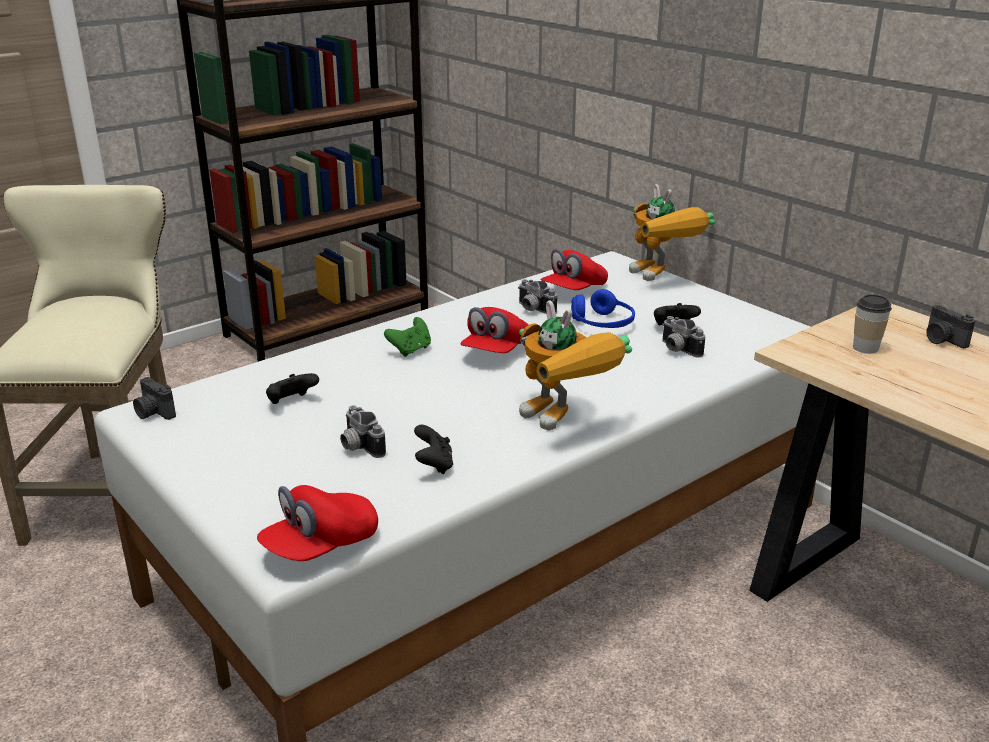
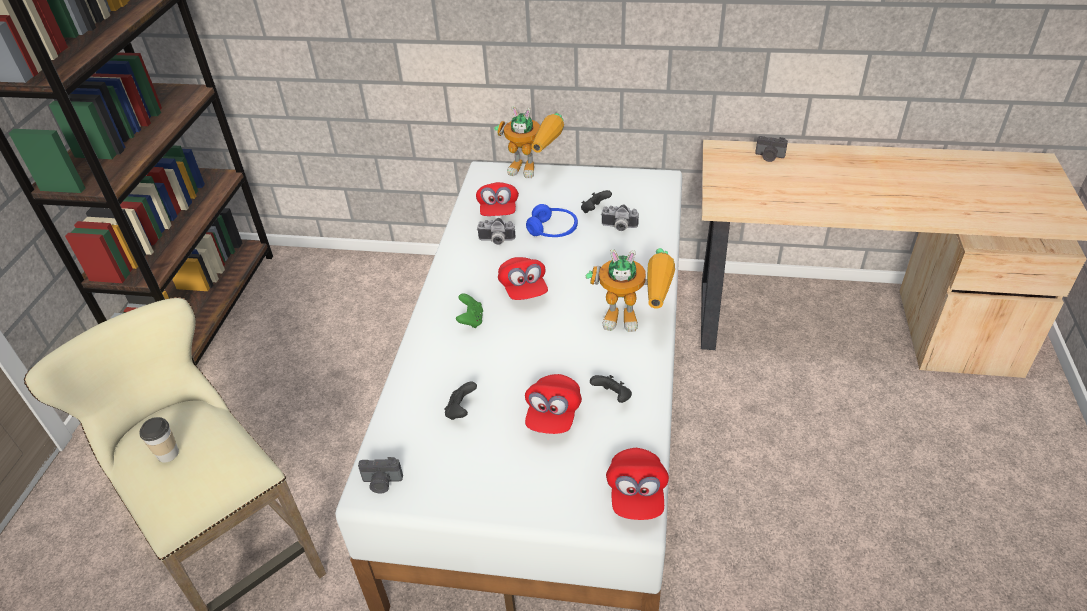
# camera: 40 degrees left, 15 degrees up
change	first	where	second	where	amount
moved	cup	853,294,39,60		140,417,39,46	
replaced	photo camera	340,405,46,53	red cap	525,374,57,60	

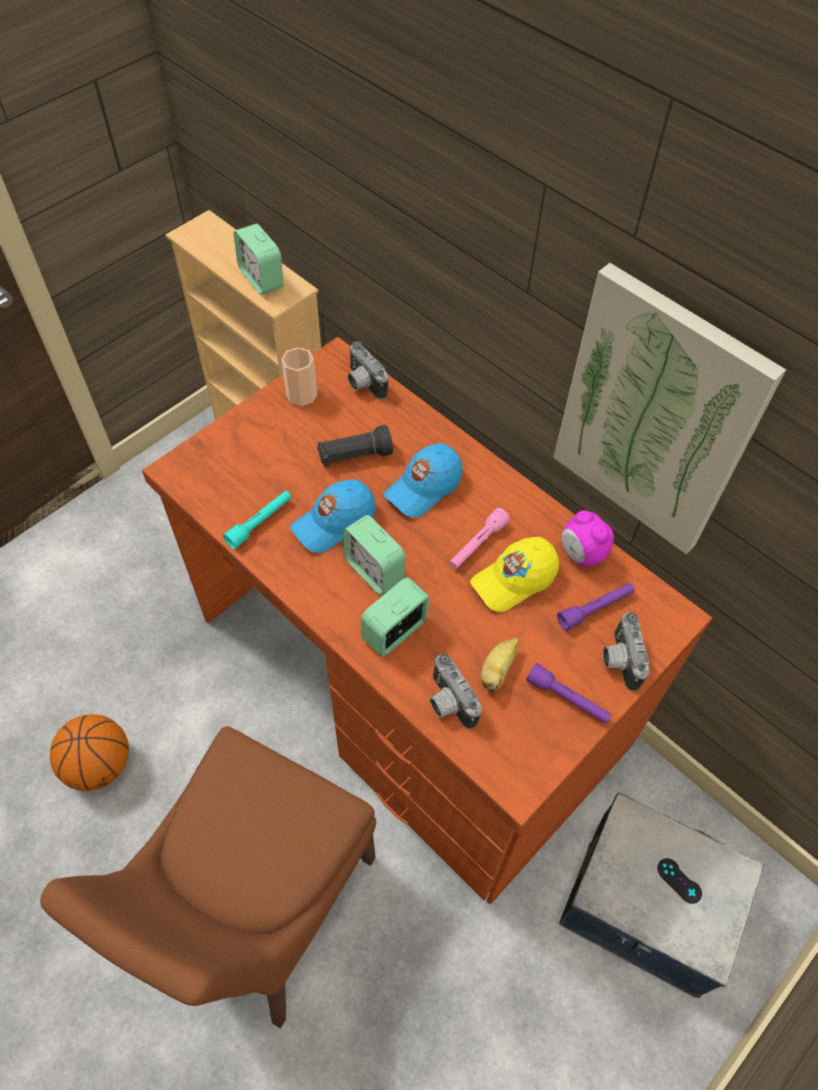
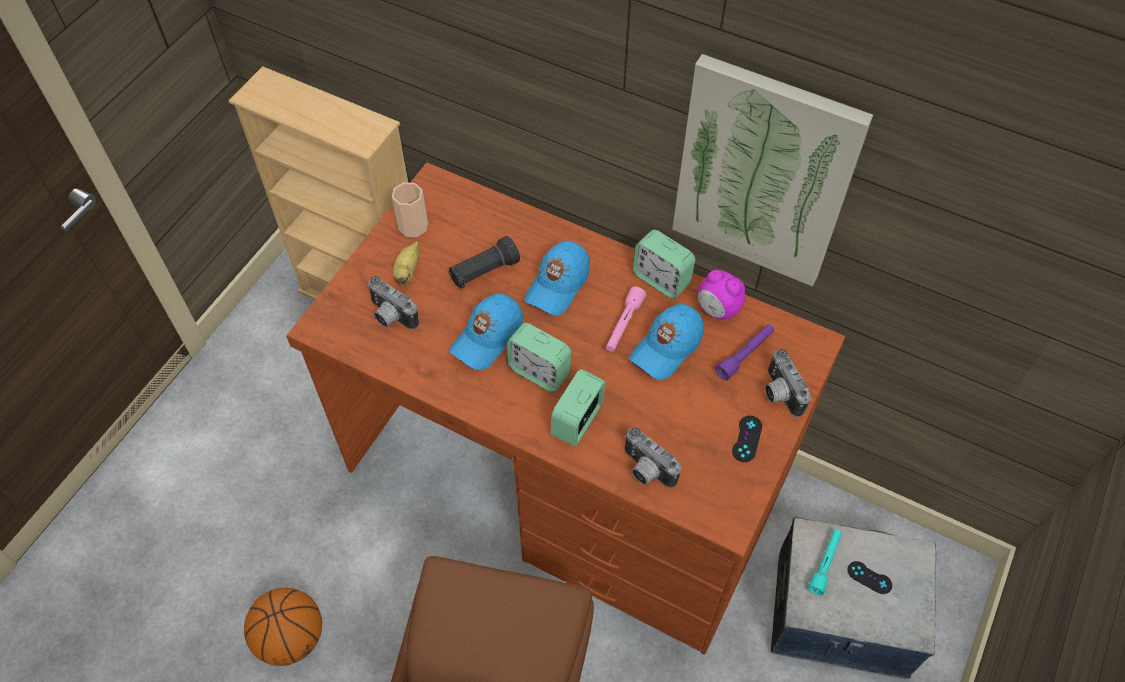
# camera: 15 degrees left, 0 degrees up
change	first	where	second	where	amount
moved	turquoise flashlight	223,491,69,58		808,529,34,66	
moved	alarm clock	234,224,50,71		633,230,62,69	
moved	photo camera	348,341,41,59		367,276,52,54	
moved	banana	481,638,38,54		393,241,26,45	
replaced	purple flashlight	526,663,86,61	black game controller	732,416,30,46	
recoloured	yellow cap	470,537,89,75	blue cap	629,303,75,77	

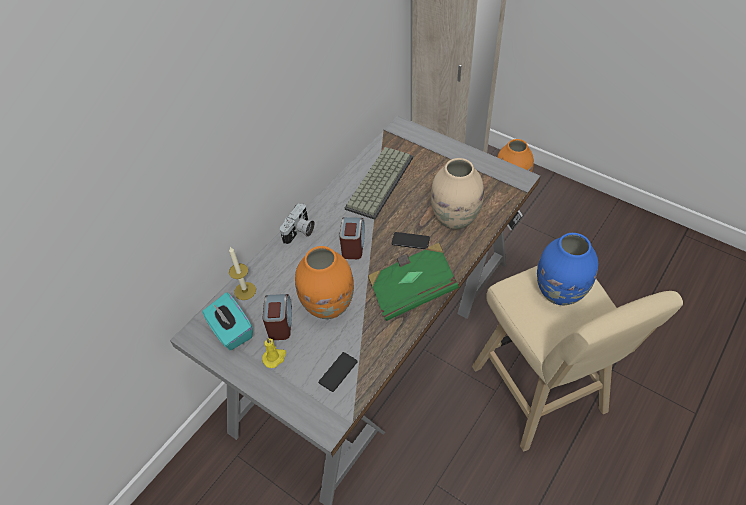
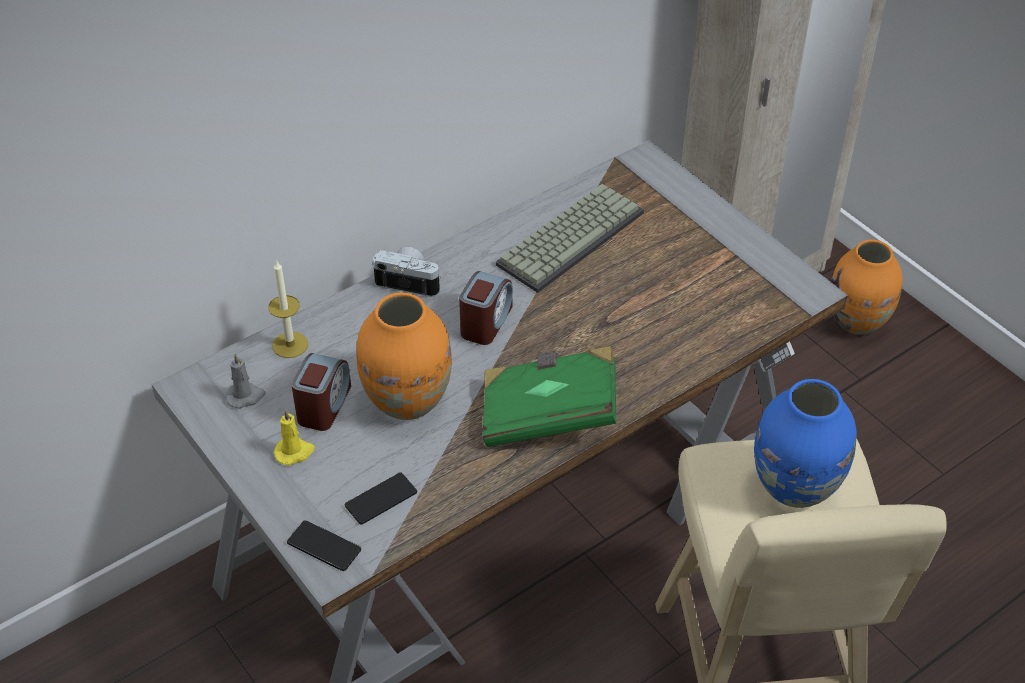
# camera: 15 degrees right, 5 degrees down
change	first	where	second	where	amount
removed	beige vase	431,158,53,71			
moved	phone	392,232,38,17		287,520,74,51	
replaced	turquoise tissue box	202,293,51,57	grey candle	225,353,40,56	
turned	photo camera	280,203,35,42		372,247,69,50	120 degrees counterclockwise

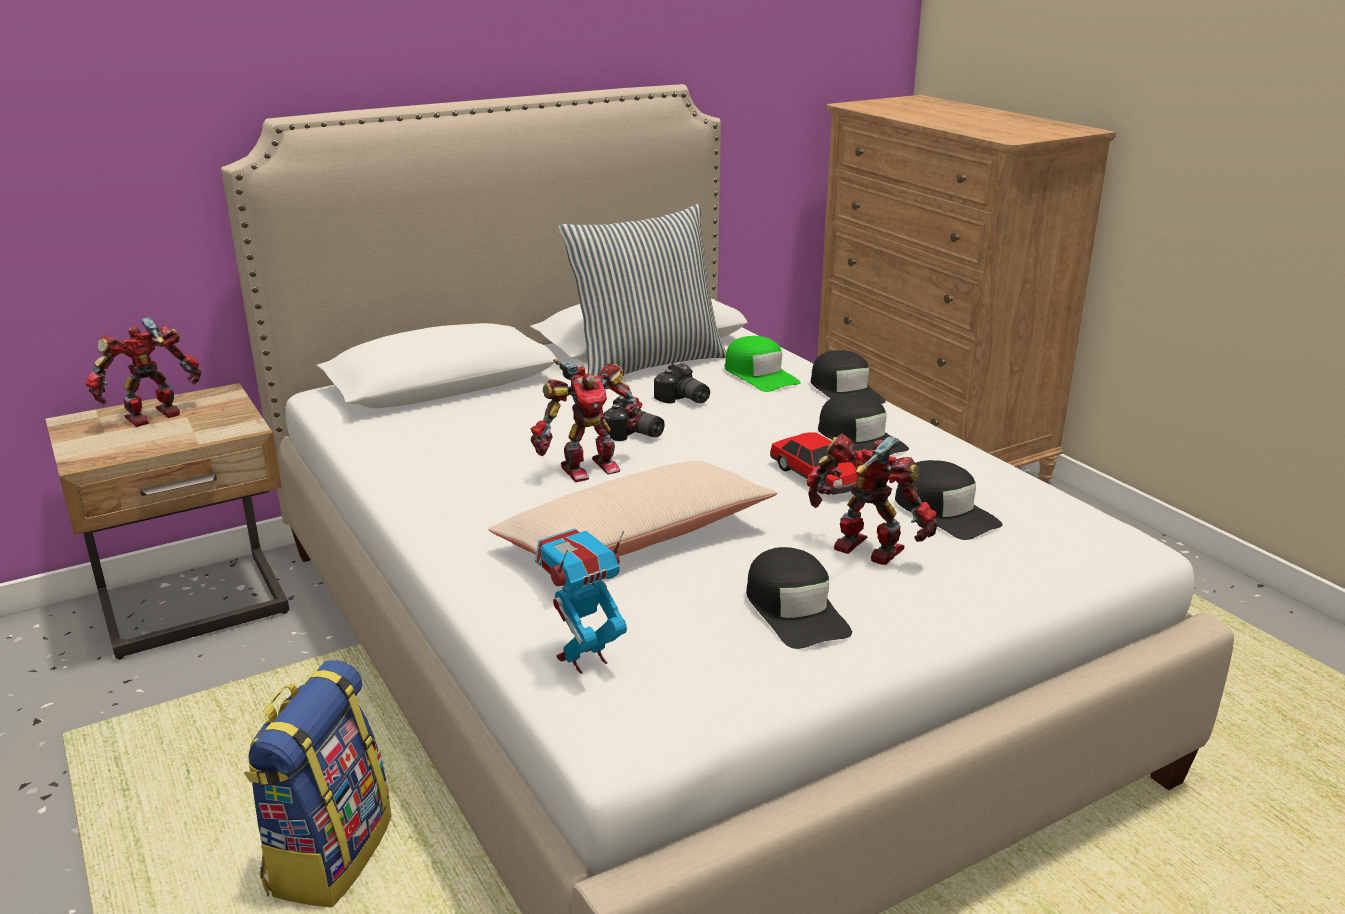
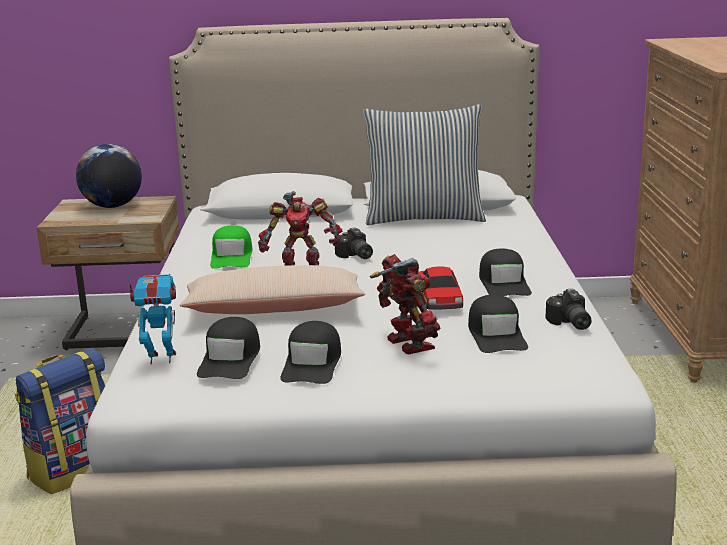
# camera: 30 degrees right, 5 degrees down
change	first	where	second	where	amount
moved	photo camera	654,362,56,41		545,289,46,41	
moved	green cap	725,336,76,56		210,225,43,44	
moved	black cap	811,350,75,54		197,317,63,62	
replaced	toy robot	86,317,115,110	globe	76,144,66,64	

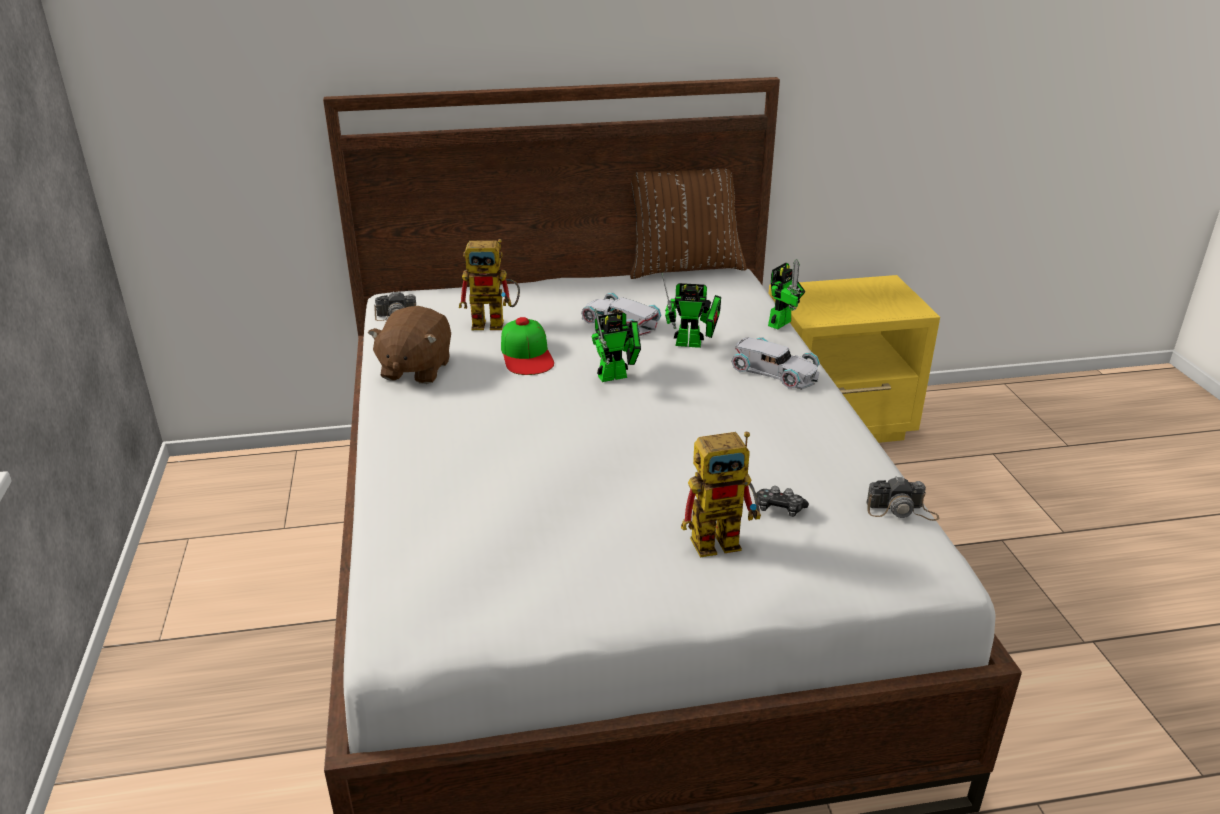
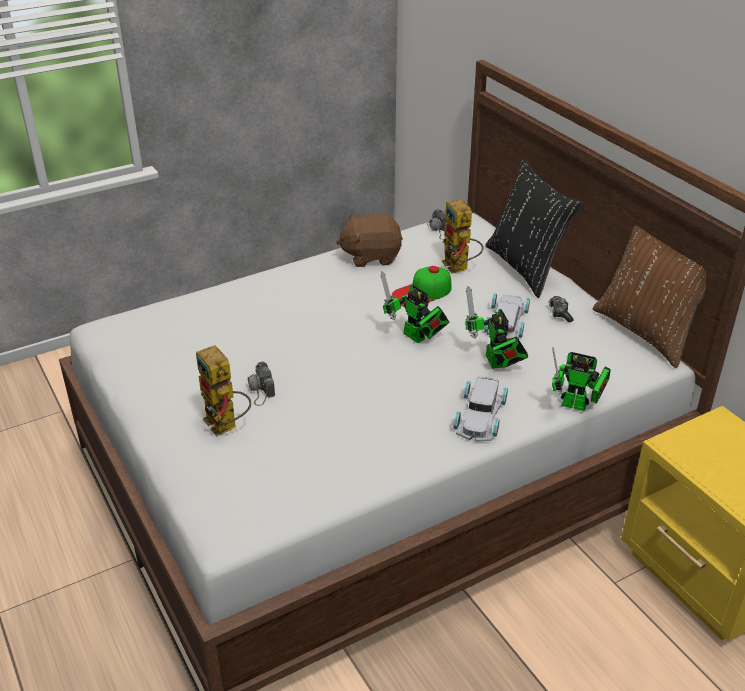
# camera: 70 degrees right, 5 degrees up
change	first	where	second	where	amount
added			black pillow	486,159,97,139	
moved	game controller	756,486,53,31		549,296,24,26	
moved	photo camera	866,476,74,45		248,362,27,44	

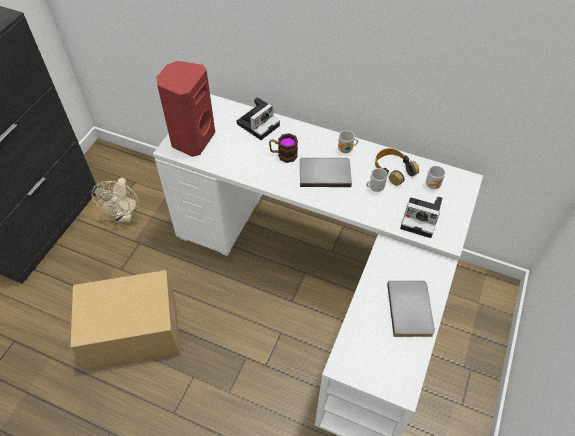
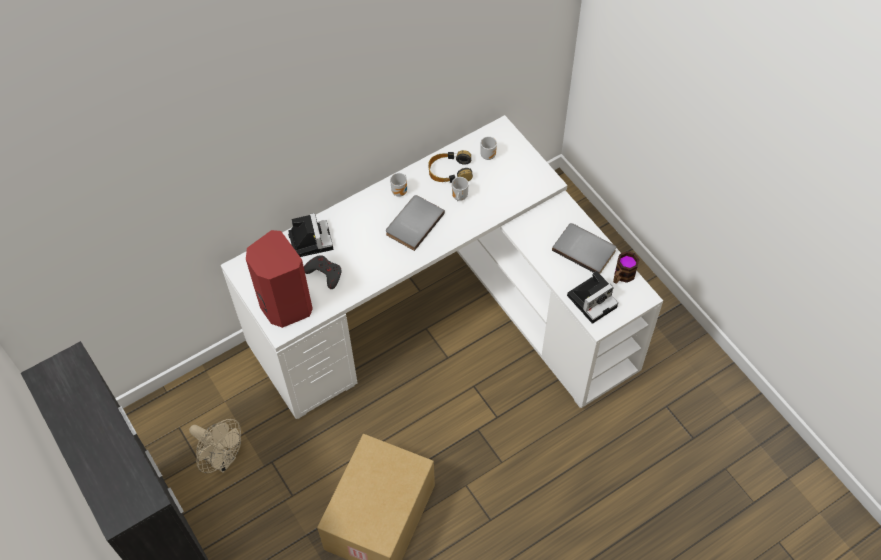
# camera: 55 degrees left, 5 degrees up
change	first	where	second	where	amount
added			grey game controller	304,255,38,34	
moved	mug	269,133,29,30		613,251,26,33	
moved	photo camera	400,197,42,41		567,271,51,53	

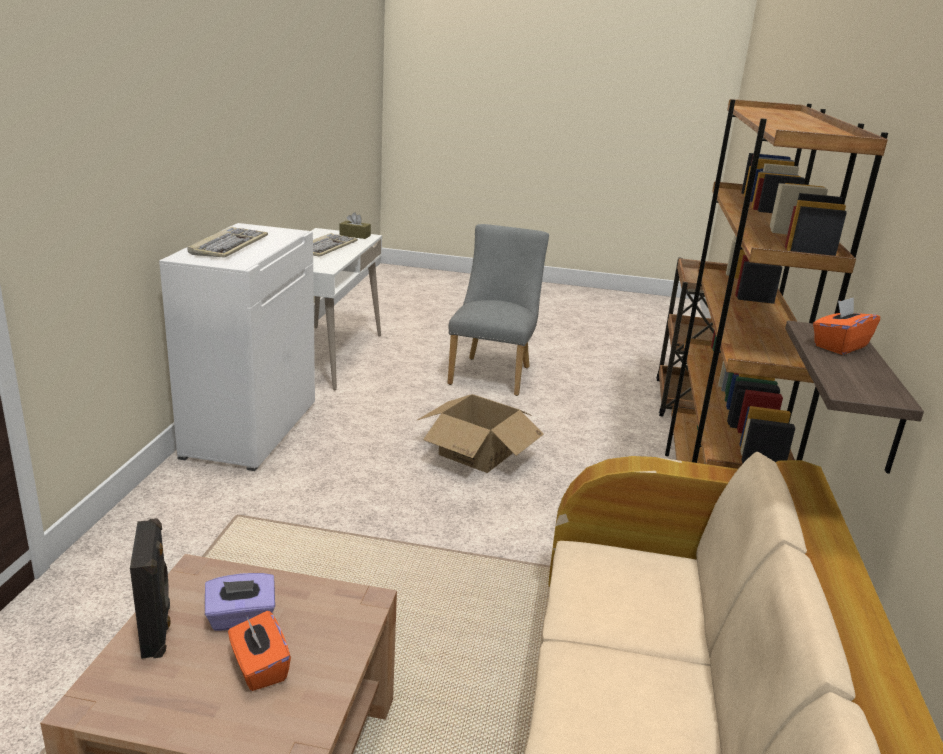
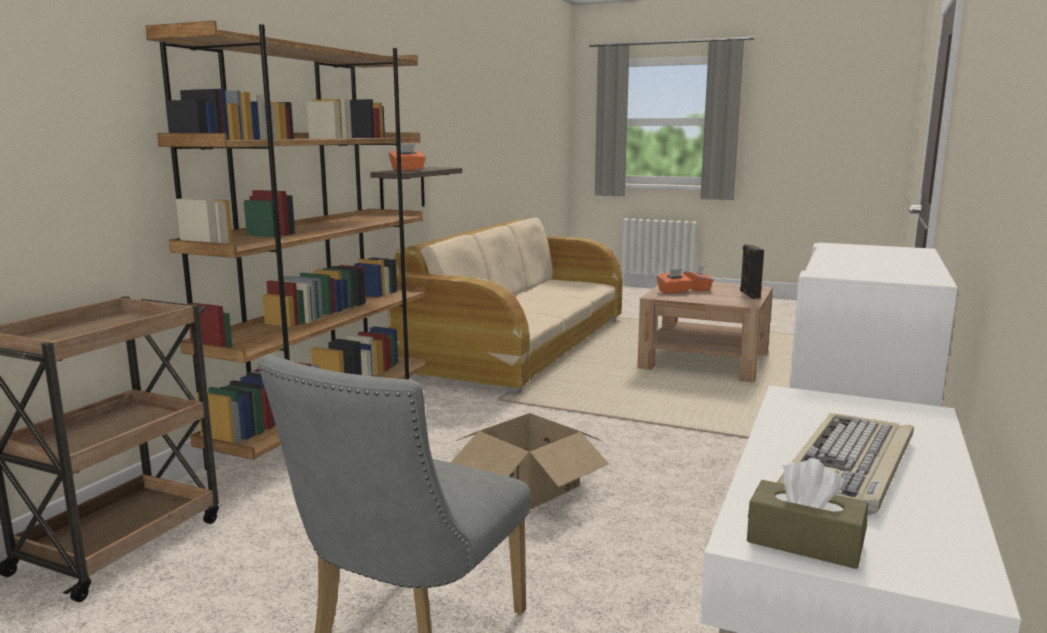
# camera: 165 degrees left, 10 degrees down
change	first	where	second	where	amount
removed	keyboard	187,227,81,31			
removed	purple tissue box	205,573,70,58			
added			orange tissue box	657,269,35,25	

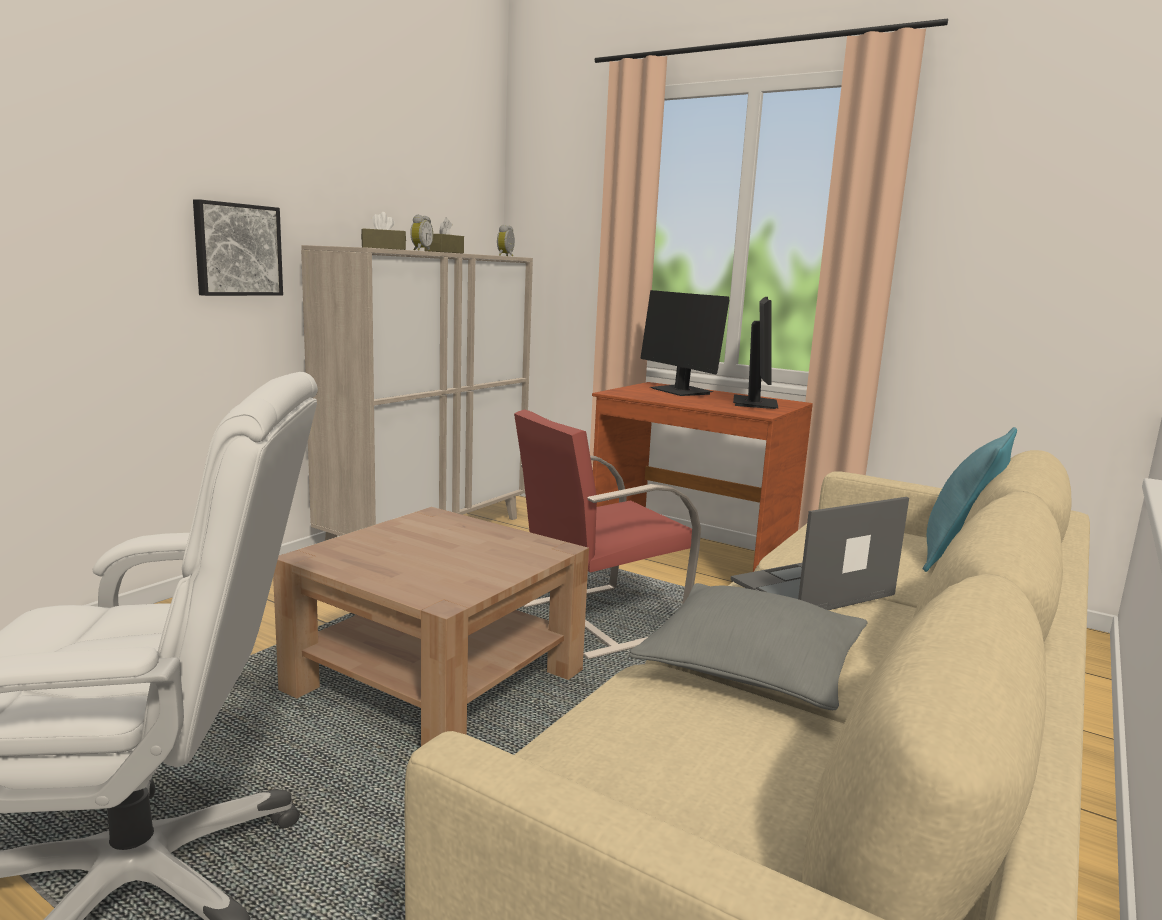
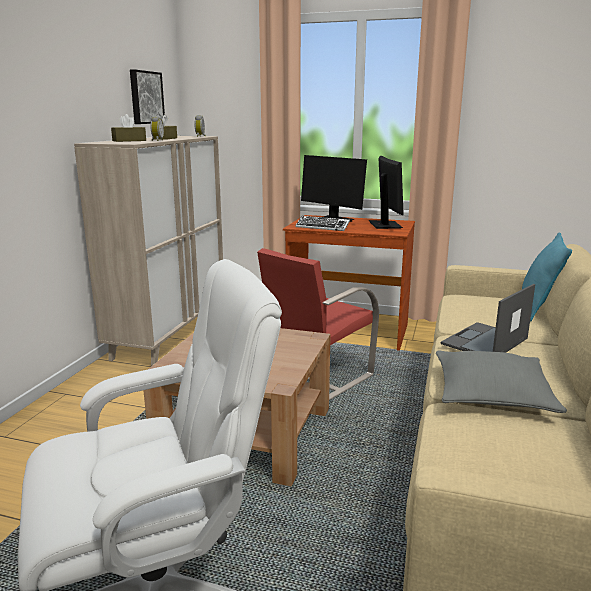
# camera: 15 degrees left, 5 degrees up
change	first	where	second	where	amount
added			keyboard	295,216,55,15	
moved	picture	193,199,90,97		130,69,35,55	

